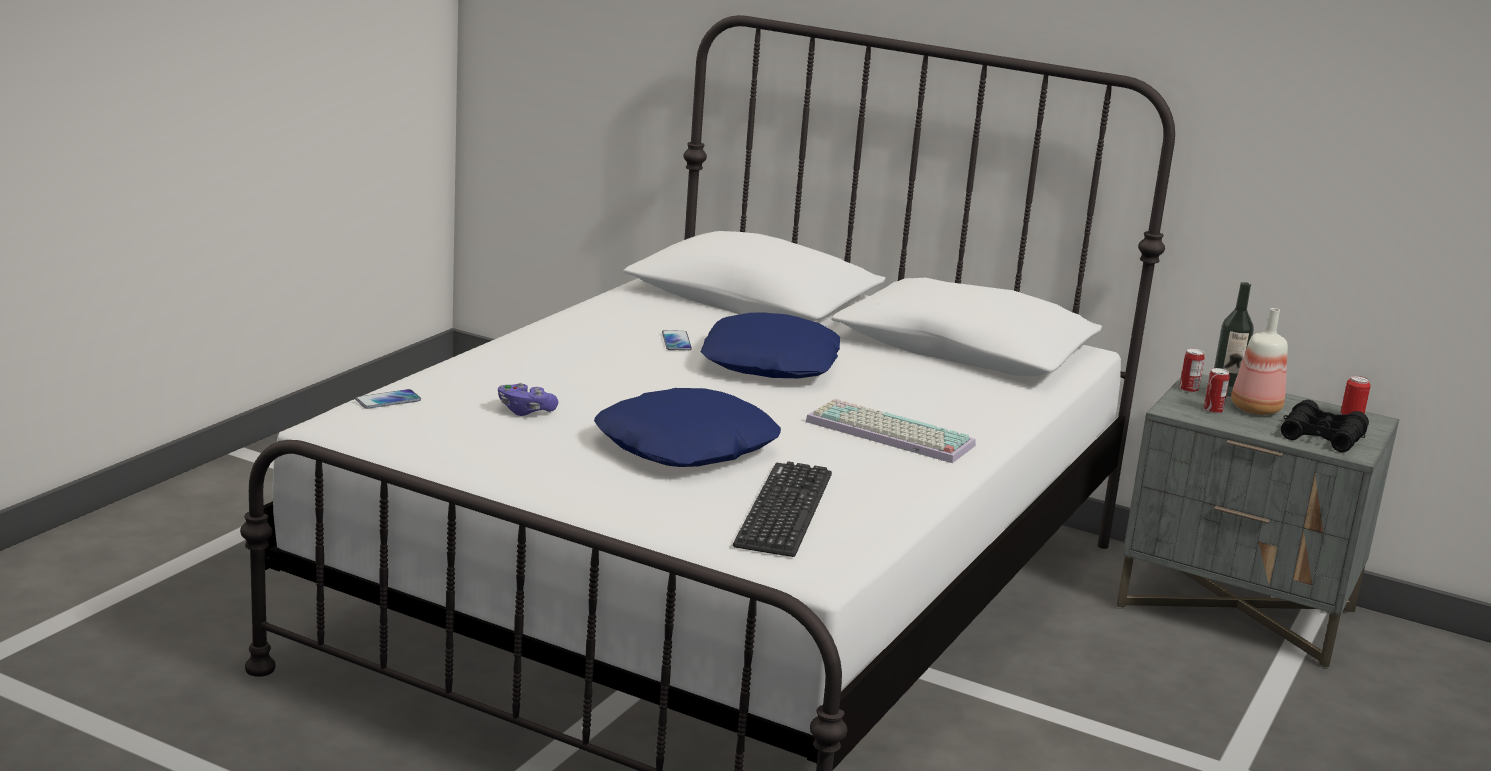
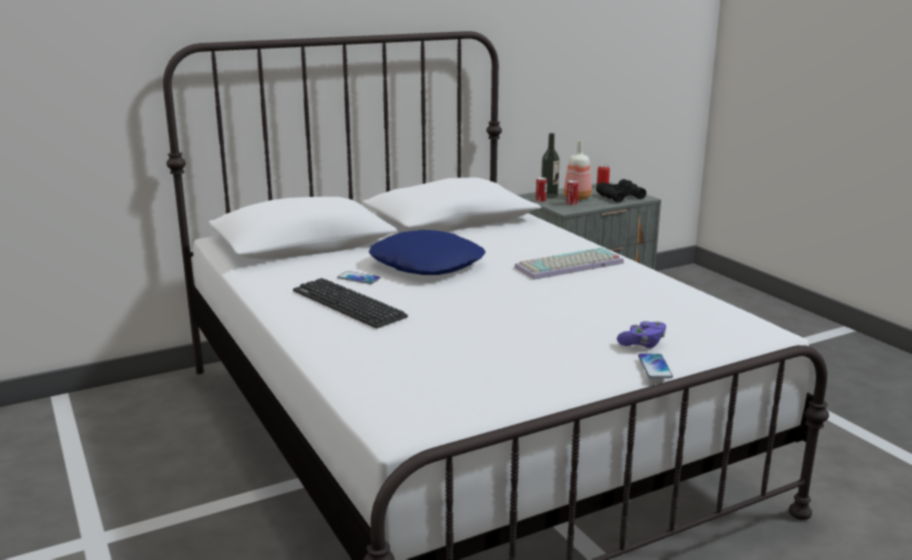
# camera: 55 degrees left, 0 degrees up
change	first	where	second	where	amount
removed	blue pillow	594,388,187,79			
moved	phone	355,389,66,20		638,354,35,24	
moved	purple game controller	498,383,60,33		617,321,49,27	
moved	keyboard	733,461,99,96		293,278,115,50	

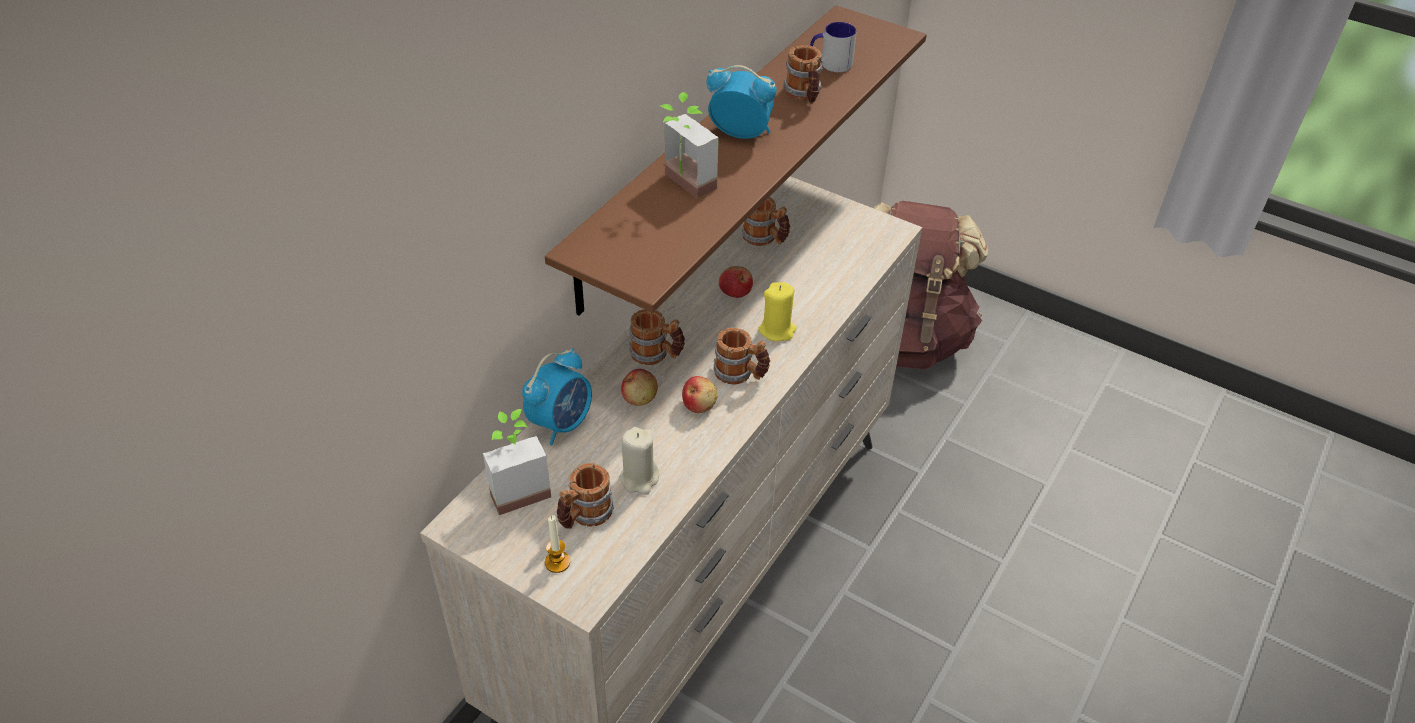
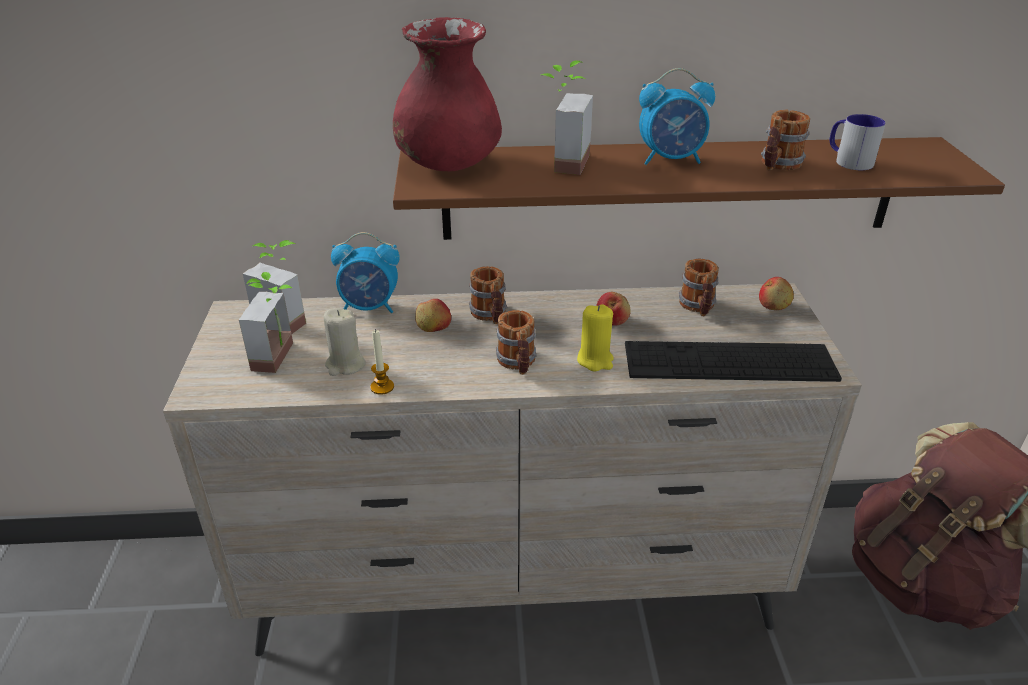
# camera: 55 degrees right, 10 degrees down
change	first	where	second	where	amount
added			red vase	393,17,109,154	
added			keyboard	625,341,217,41	
moved	candle	545,515,25,58		370,329,24,66	
moved	apple	682,376,35,37		759,277,35,33	
replaced	mug	557,463,57,66	potted plant	239,272,54,101	
turned	alarm clock	706,65,71,74		639,68,76,97	105 degrees clockwise

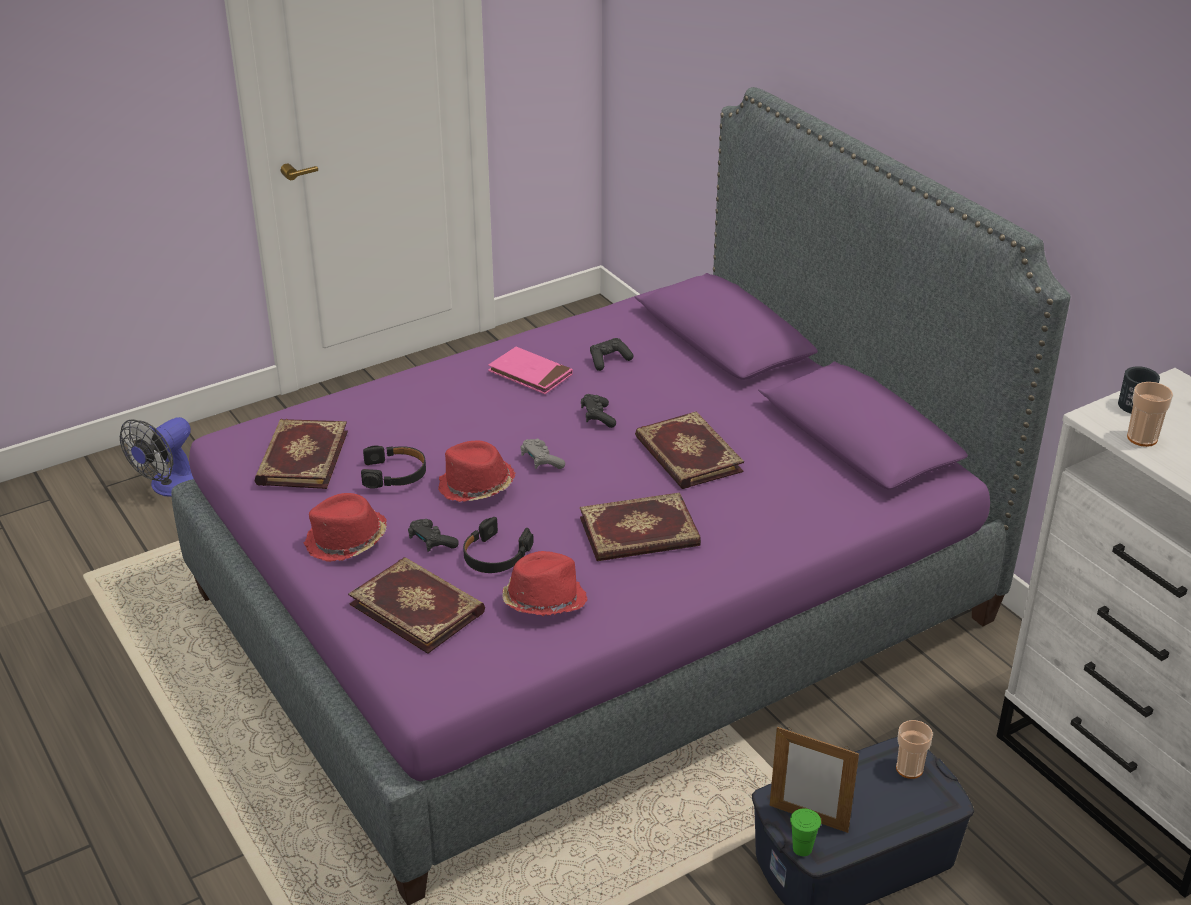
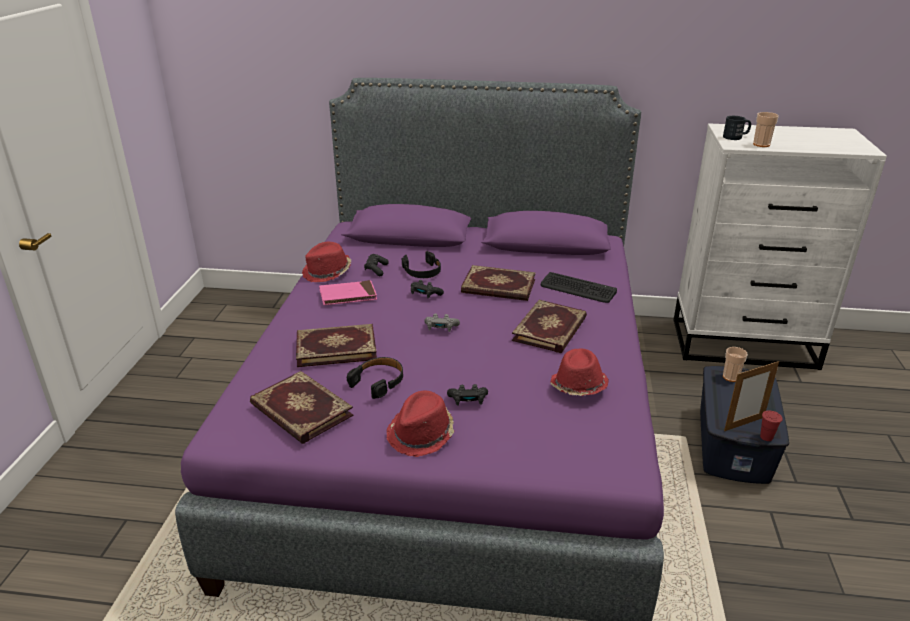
# camera: 50 degrees left, 5 degrees down
change	first	where	second	where	amount
removed	fan	120,417,74,80			
added			keyboard	540,272,77,31	
moved	book	348,557,137,97		296,324,81,43	
moved	red hat	438,440,77,62		302,242,49,40	
moved	black headphones	463,517,71,56		402,251,39,27	
recoloured	green cup	790,808,31,48	red cup	760,410,23,31	

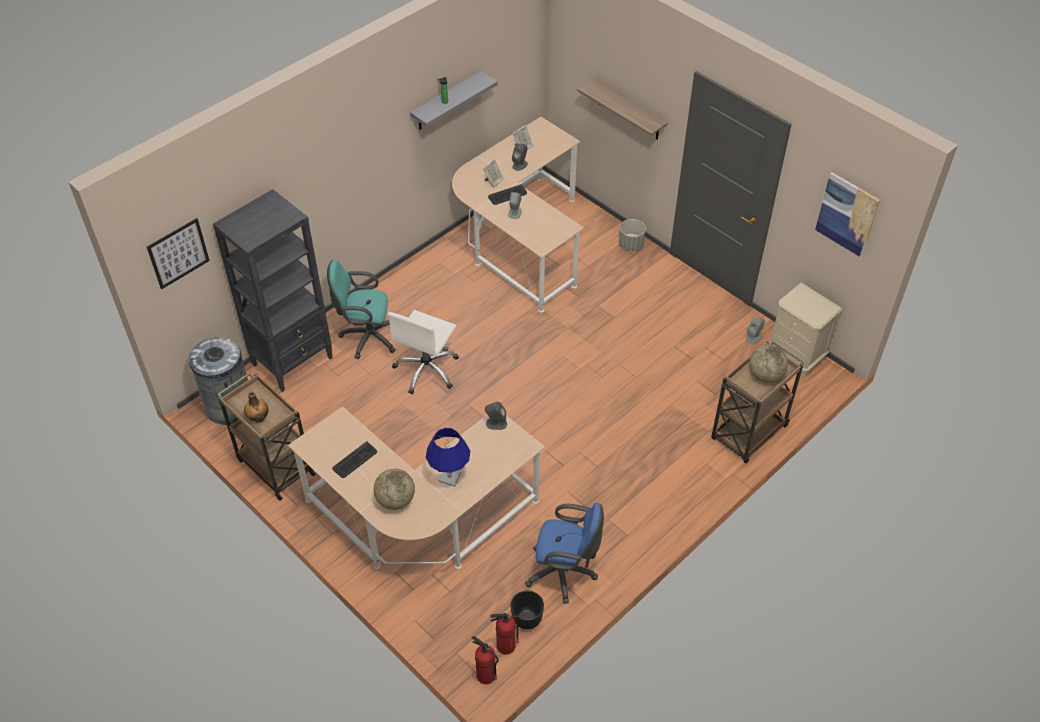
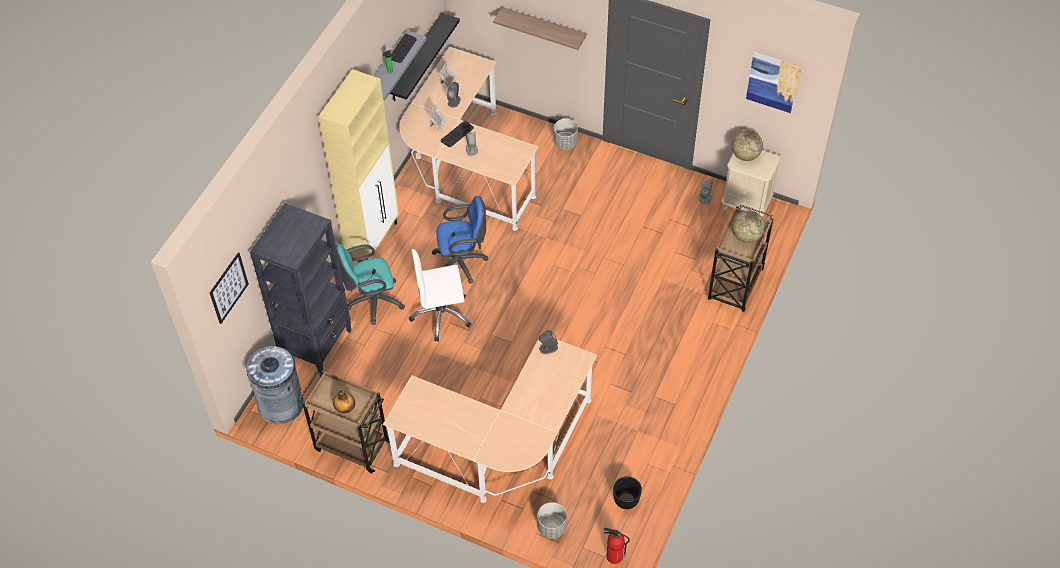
# camera: 20 degrees left, 5 degrees up
change	first	where	second	where	amount
removed	blue table lamp	426,428,44,59			
removed	fire extinguisher	490,612,31,43			
added			beige cabinet	318,69,81,190	
added			black shelf	390,13,70,89	
added			grey planter	537,502,30,37	
moved	keyboard	332,441,45,37		391,34,26,29	
moved	globe	374,469,41,41		732,130,31,31	
moved	blue office chair	525,503,79,101		431,196,57,88	
turned	white office chair	388,310,71,85		409,249,62,92	75 degrees clockwise

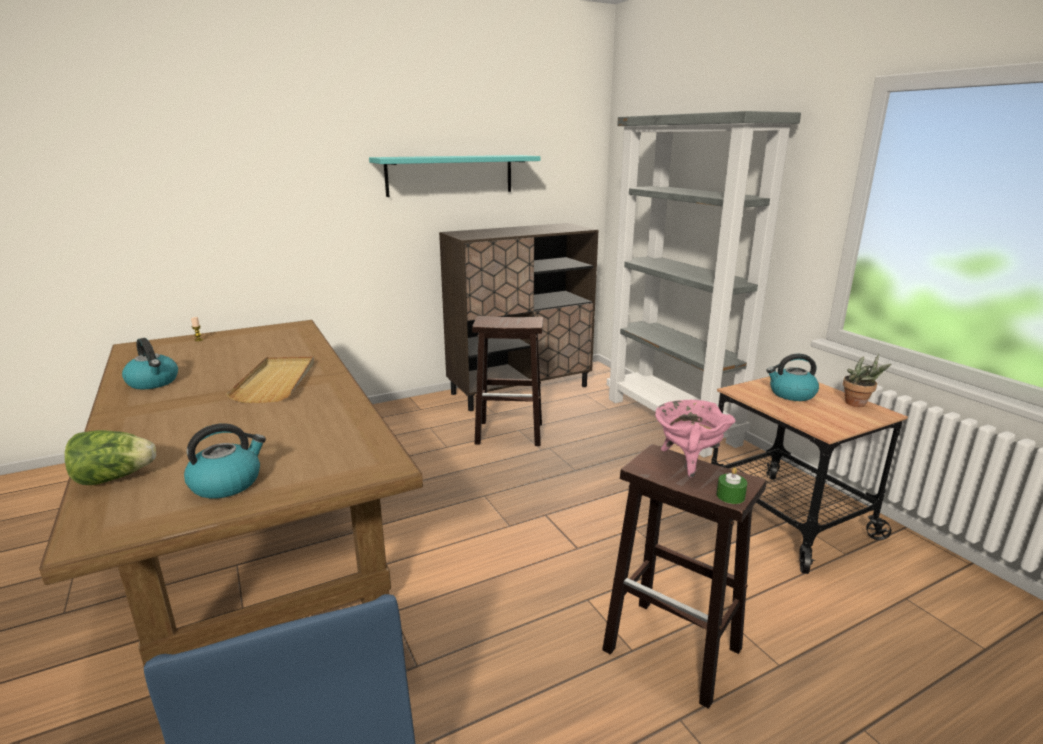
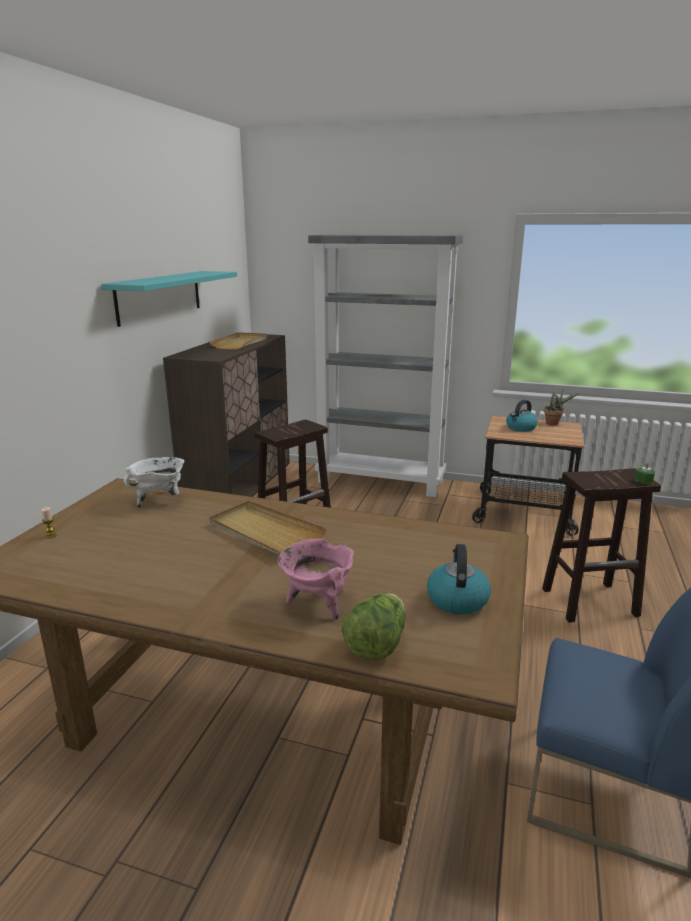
# camera: 45 degrees left, 0 degrees up
change	first	where	second	where	amount
removed	kettle	122,338,56,52			
added			white cooking pot	124,457,60,51	
added			beige tray	210,332,57,17	
moved	pink cooking pot	655,400,80,78		277,539,77,81	

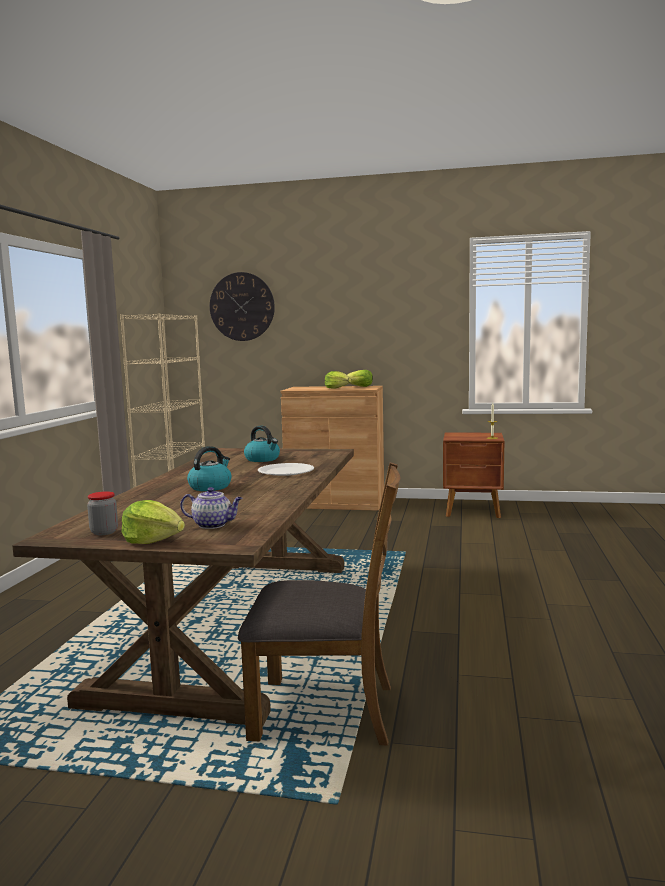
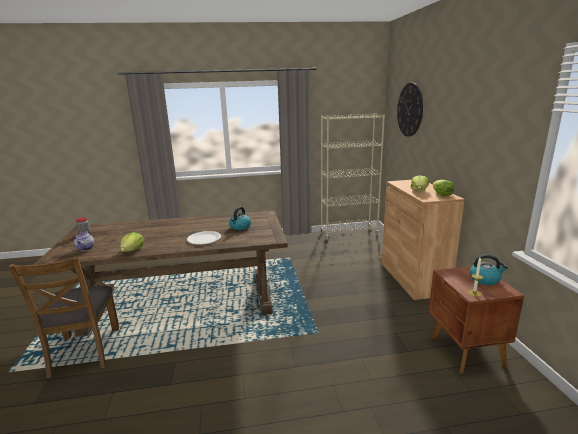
# camera: 70 degrees right, 10 degrees up
change	first	where	second	where	amount
moved	lettuce	122,500,63,44		120,232,24,20	
moved	kettle	187,446,44,45		469,254,39,31	

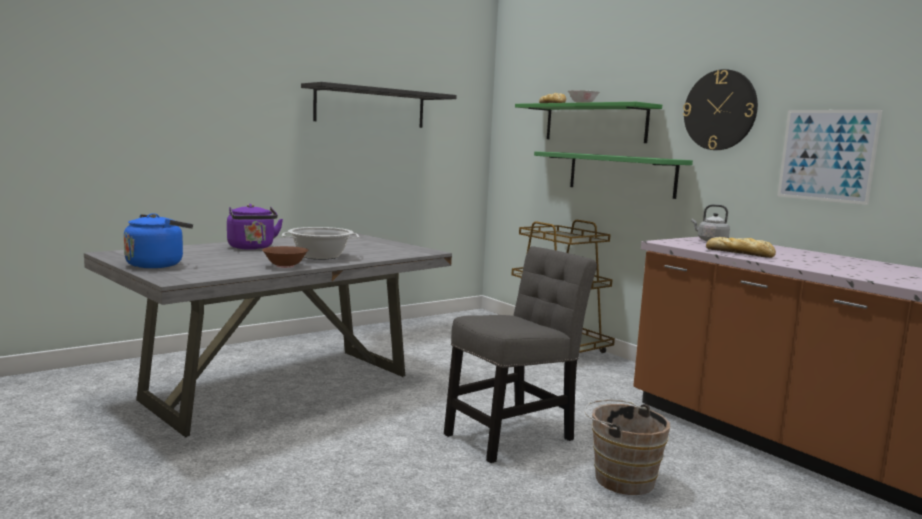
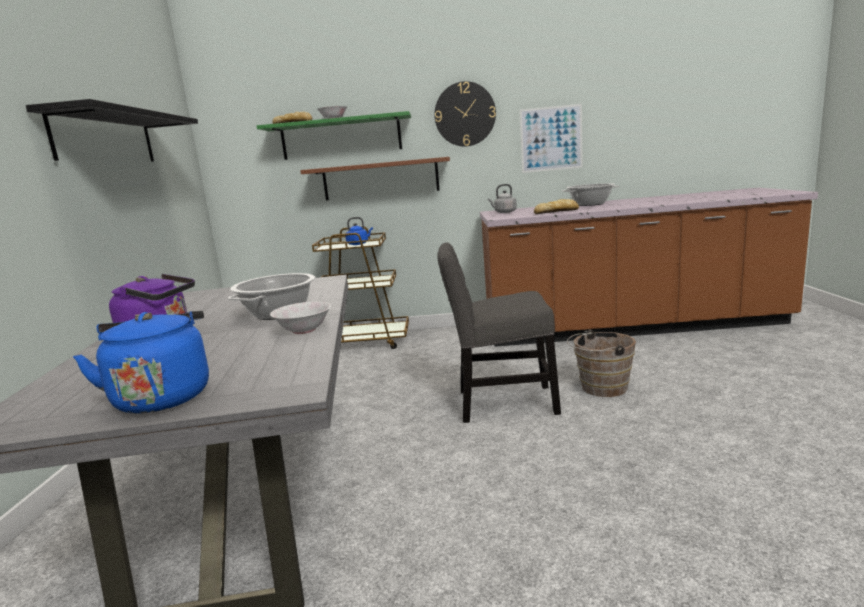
# camera: 50 degrees left, 5 degrees up
change	first	where	second	where	amount
added			blue kettle	345,217,28,28	
added			cooking pot	562,183,58,23	
recoloured	brown bowl	262,246,47,22	white bowl	270,301,61,33	
recoloured	green shelf	534,151,159,48	brown shelf	300,157,150,43	
turned	grey chair	444,246,153,217		437,243,124,180	90 degrees counterclockwise

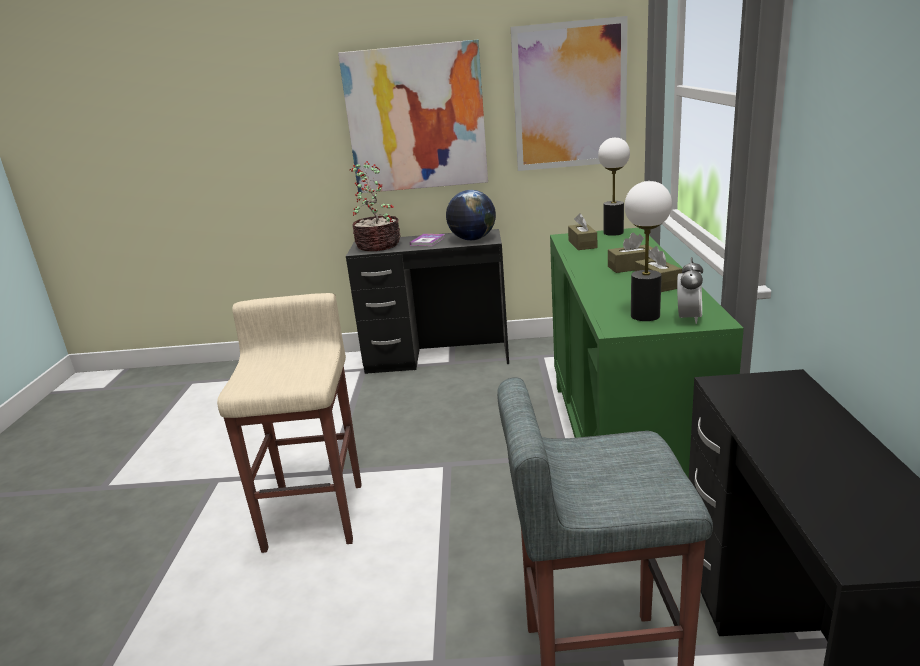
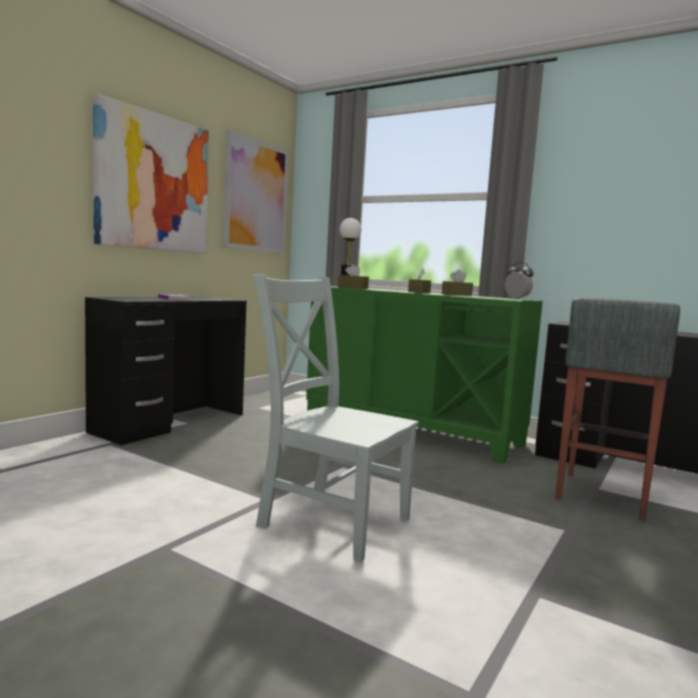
# camera: 60 degrees left, 15 degrees down
change	first	where	second	where	amount
removed	potted plant	350,161,51,90			
removed	globe	446,190,50,50			
removed	table lamp	625,181,47,140			
replaced	beige stool	217,293,145,260	grey chair	253,274,166,288	

